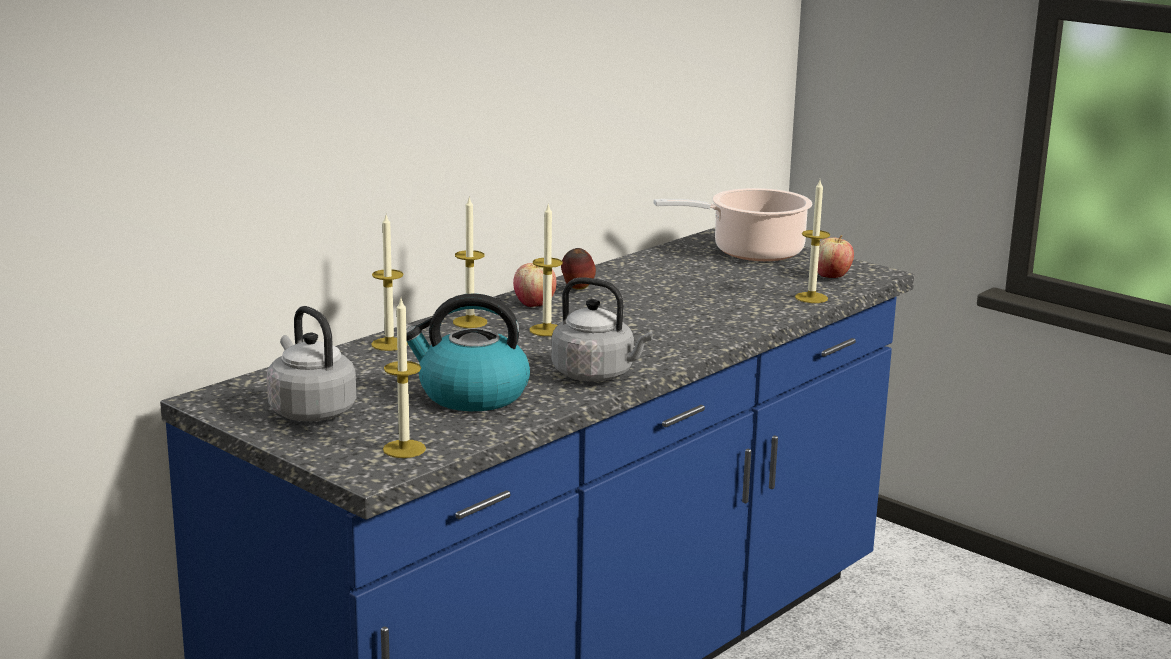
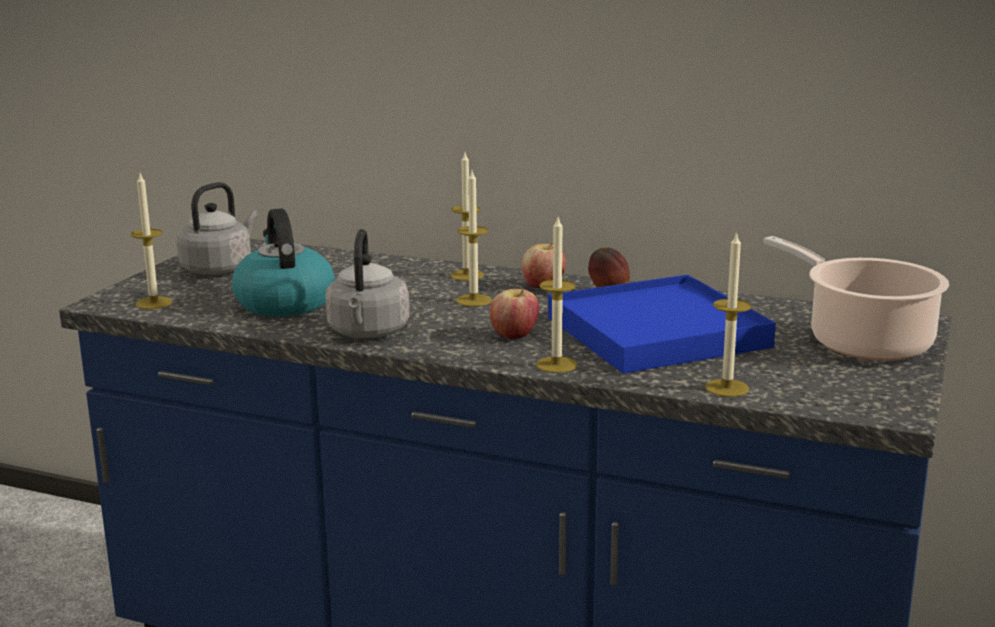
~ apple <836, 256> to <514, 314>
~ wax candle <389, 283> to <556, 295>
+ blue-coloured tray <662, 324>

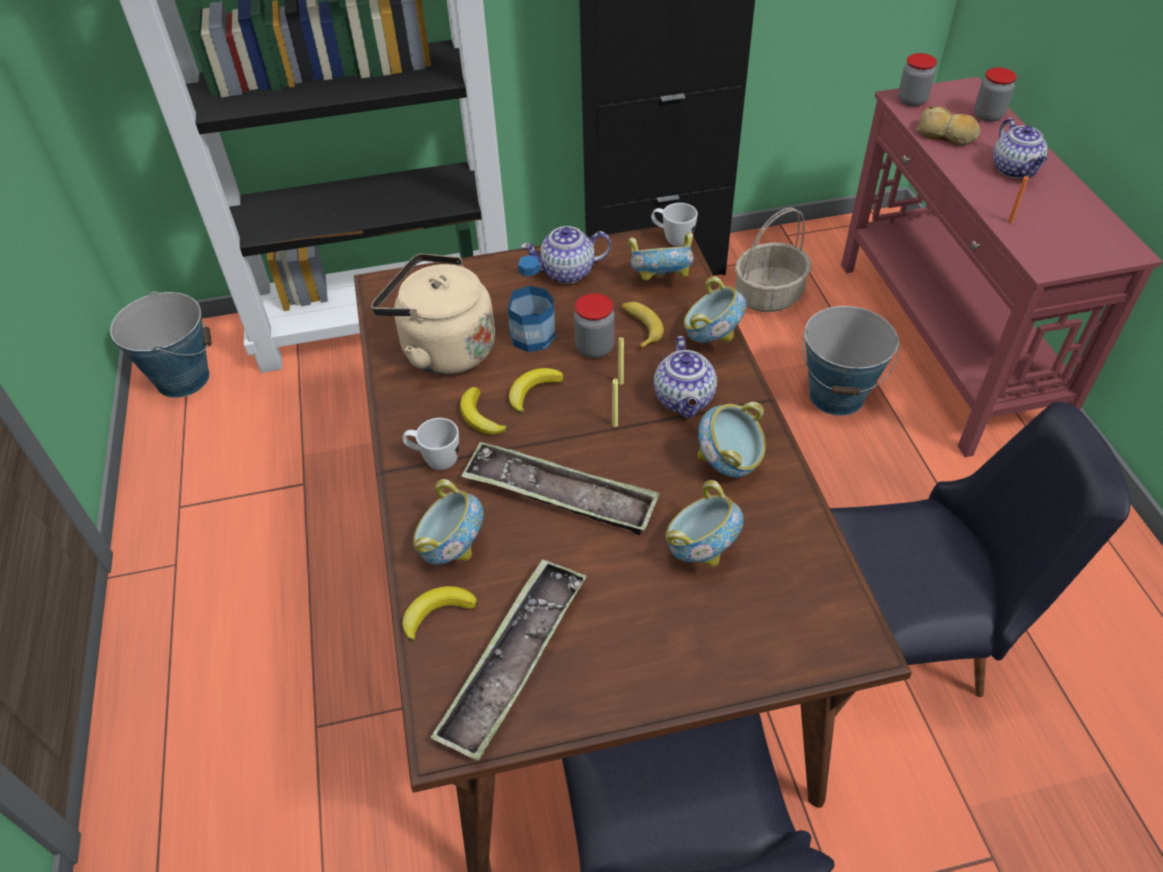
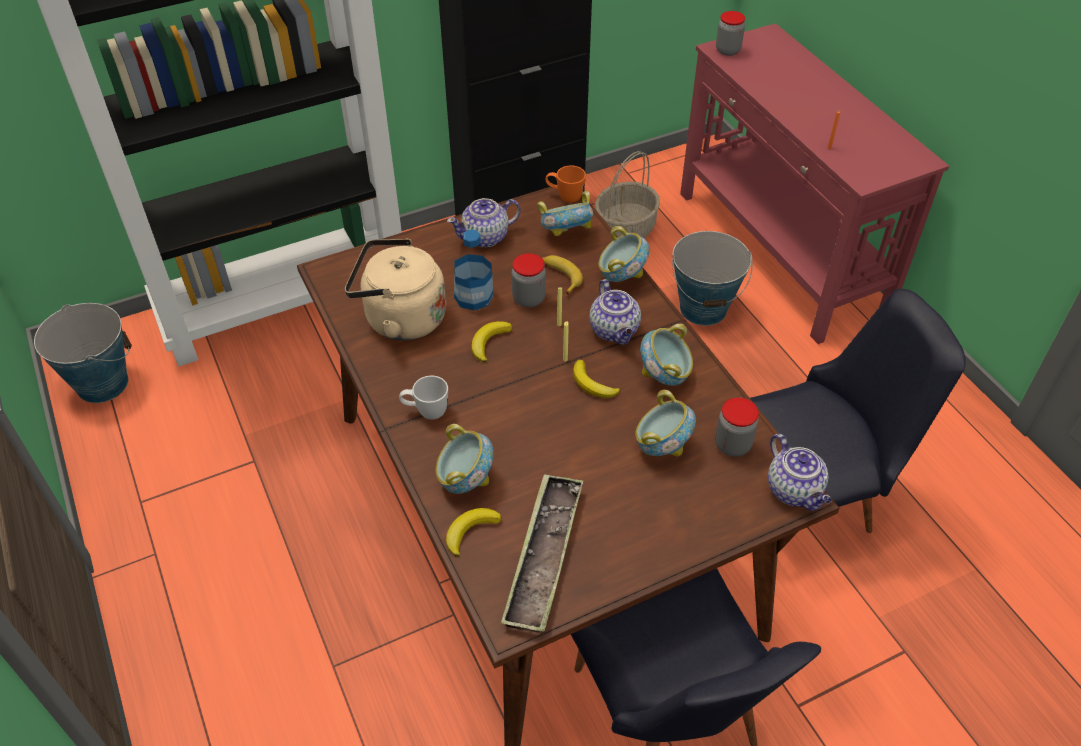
~ whitish coffee mug <674, 224> to orangey coffee mug <565, 184>
~ banana fruit <484, 411> to <596, 379>
~ jar <995, 94> to <737, 427>
~ tea pot <1020, 148> to <799, 472>
- tray <560, 488>
- baked bread <948, 126>

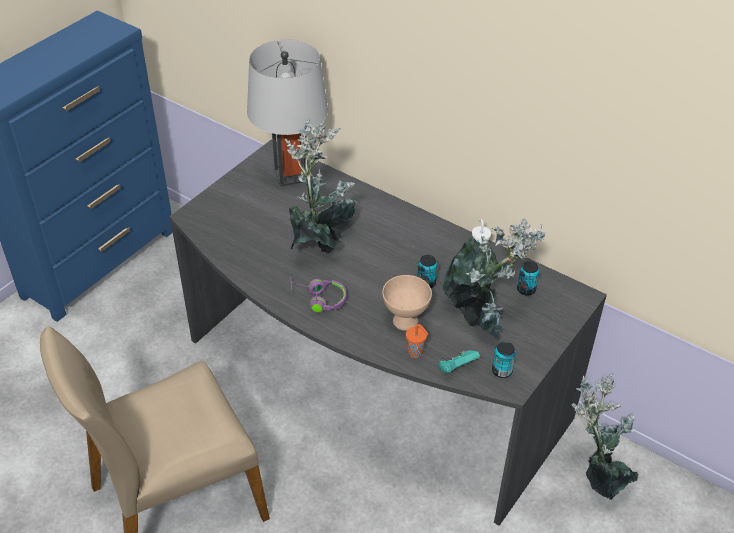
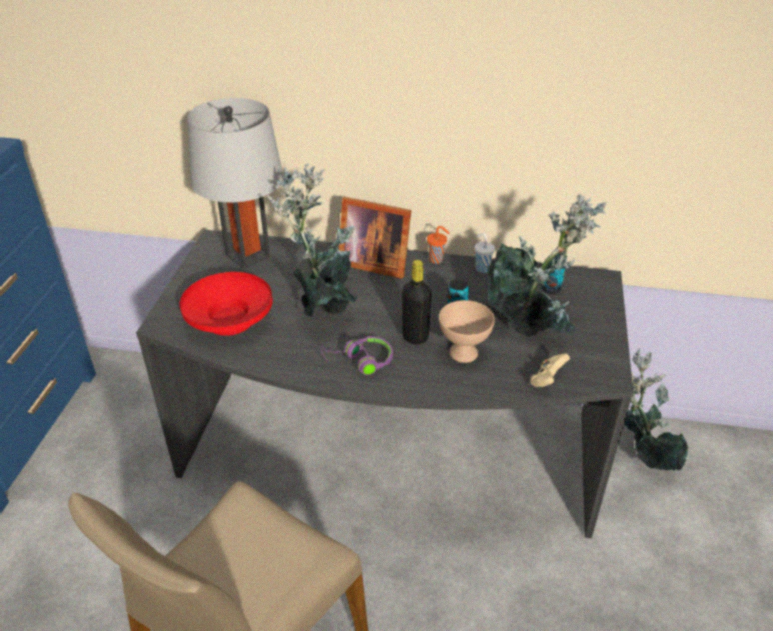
+ red deep dish <226, 304>
+ photo frame <375, 238>
+ black beverage bottle <417, 302>
~ orangey cup <417, 341> to <438, 245>
~ blue-green joypad <459, 361> to beige joypad <550, 370>
- sealed can <504, 360>

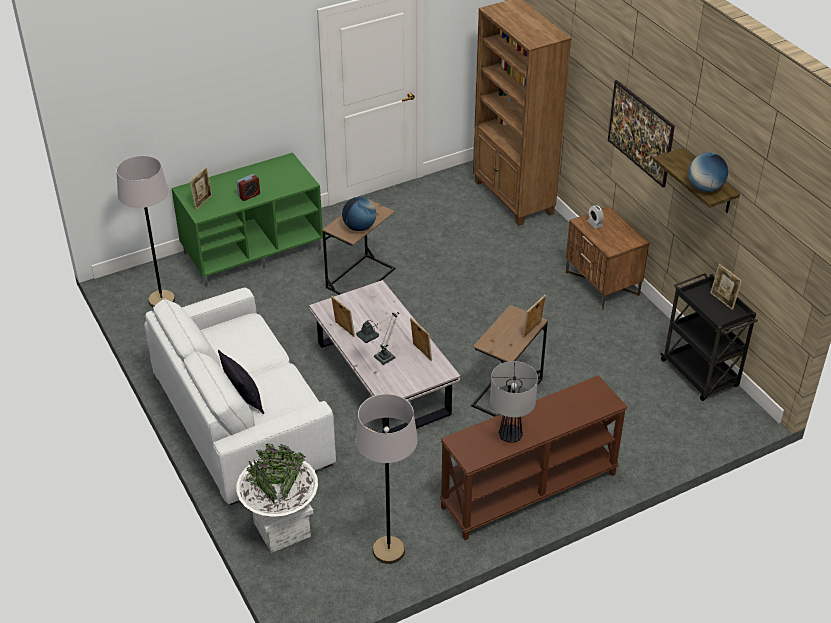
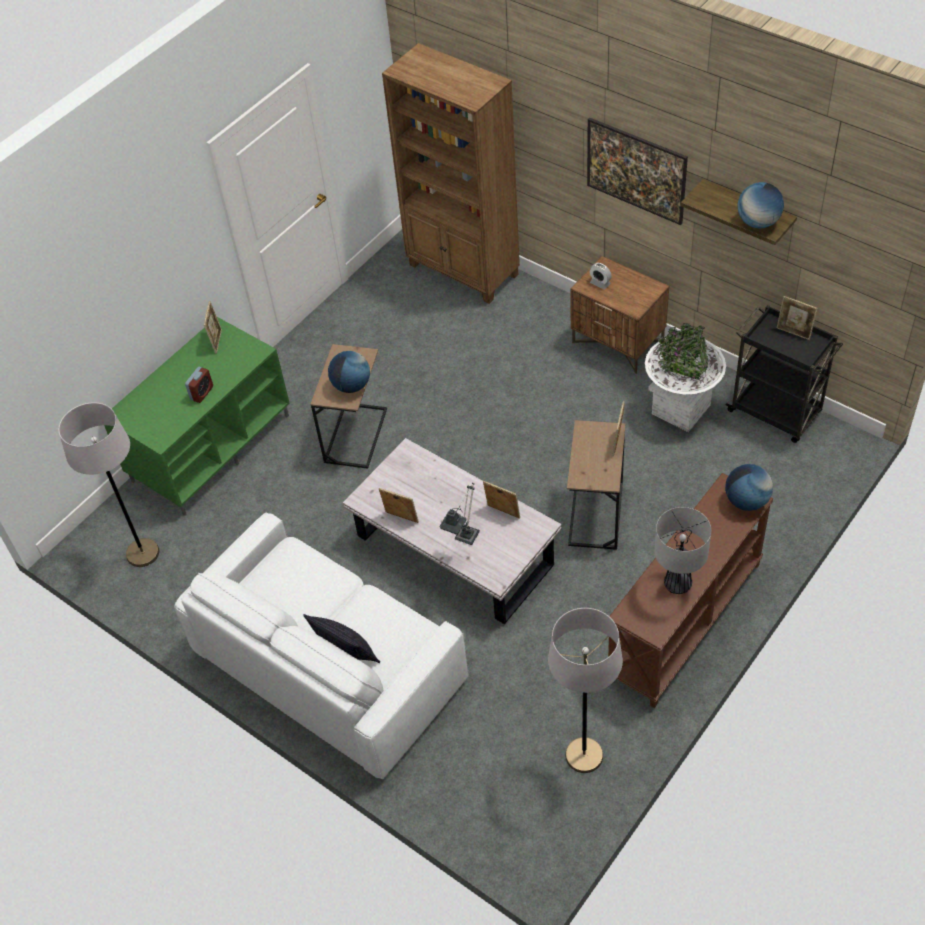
~ photo frame <201, 188> to <213, 327>
~ whitish planter <277, 498> to <685, 377>
+ globe <749, 487>

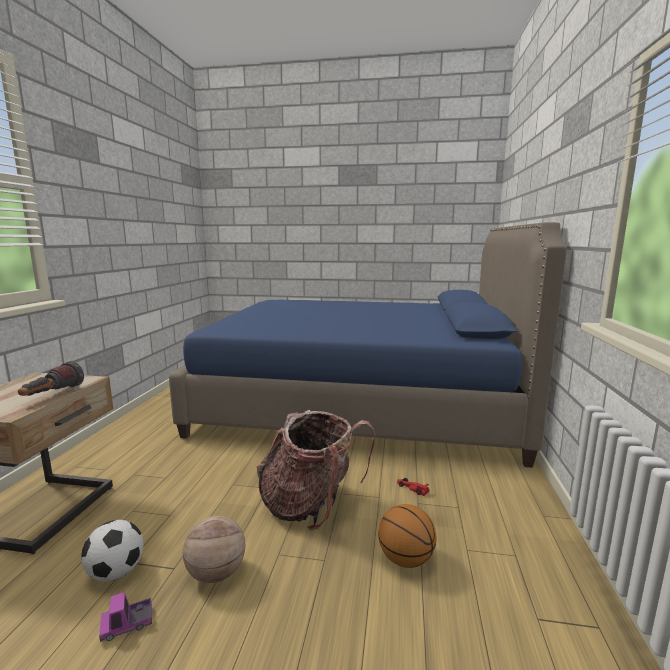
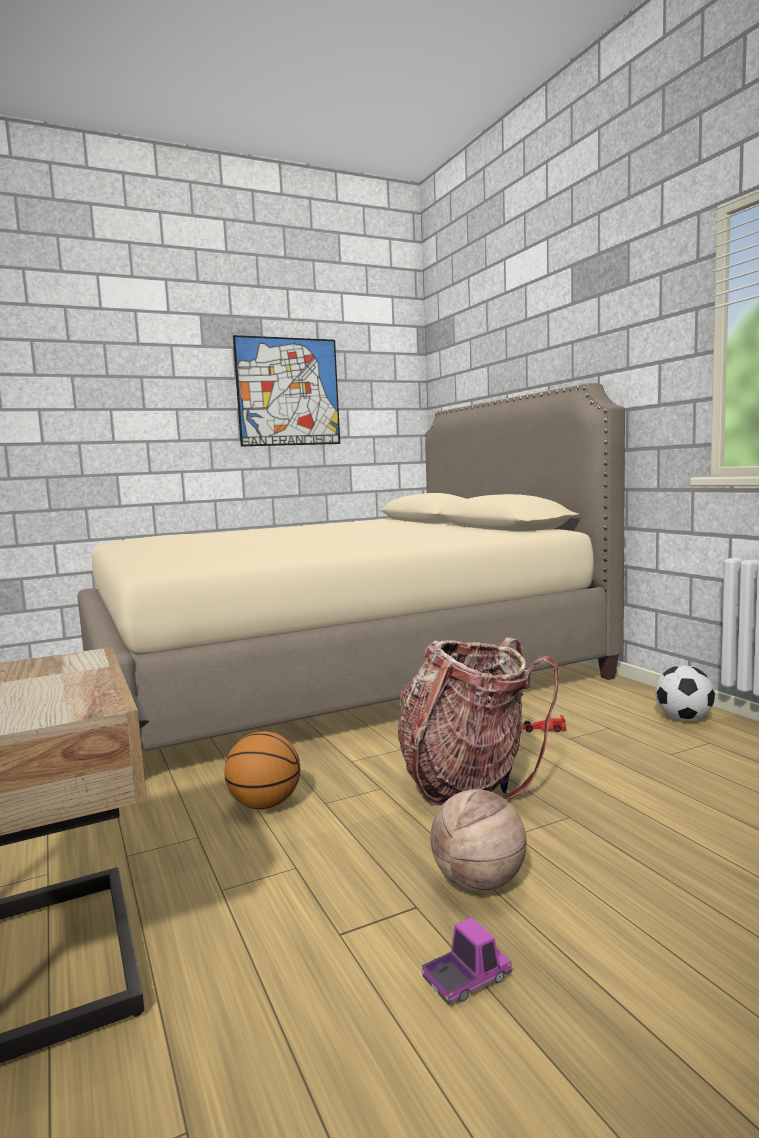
~ blue-coloured bed <368, 345> to beige bed <351, 567>
~ basketball ball <407, 536> to <262, 770>
+ picture <286, 390>
~ model truck <125, 617> = <467, 961> 150 degrees counterclockwise
~ ball for football <112, 551> to <685, 693>
- torch <51, 378>

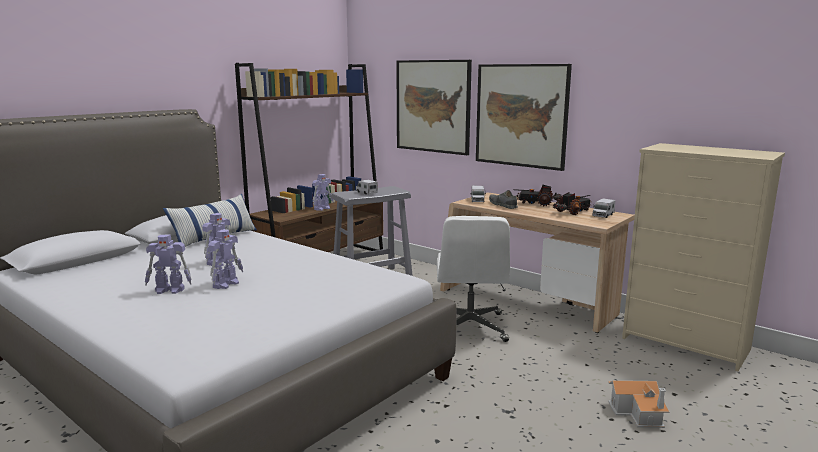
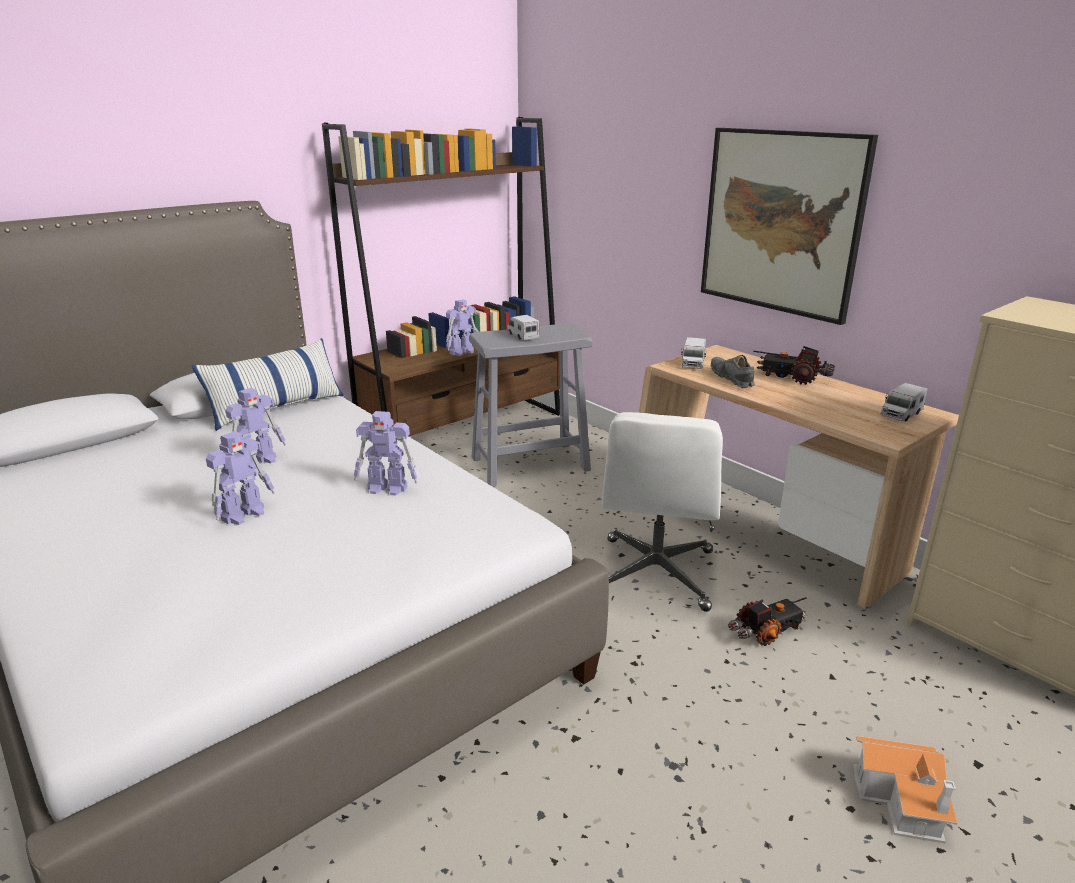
~ robot figure <168, 264> to <386, 453>
~ model truck <572, 203> to <767, 621>
- picture <434, 107>

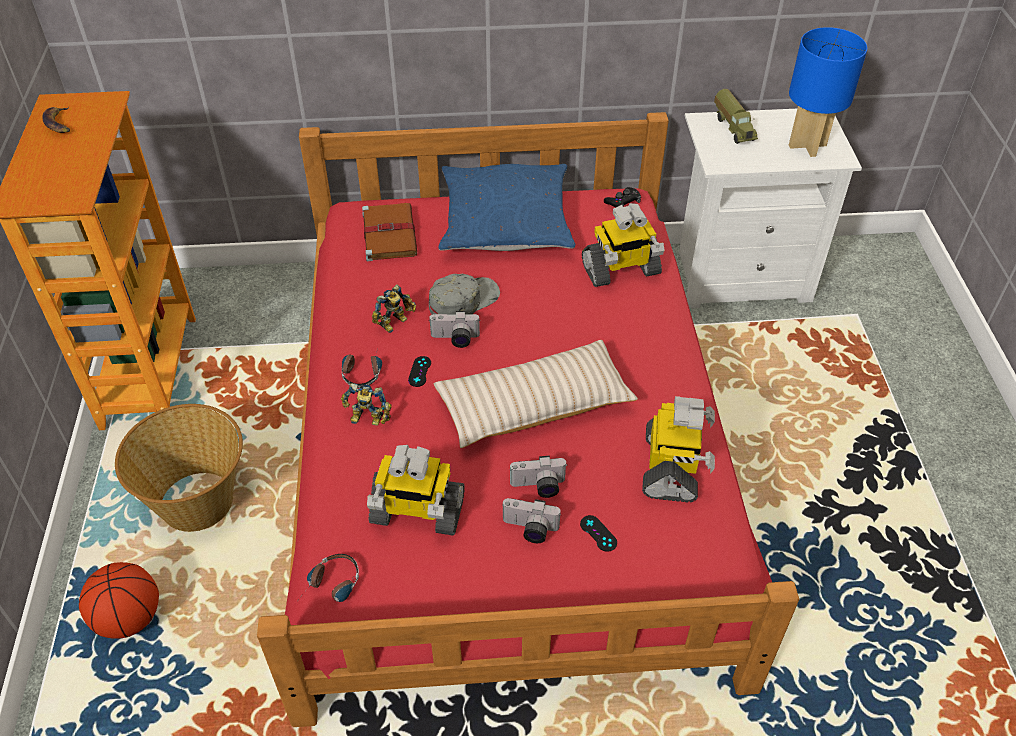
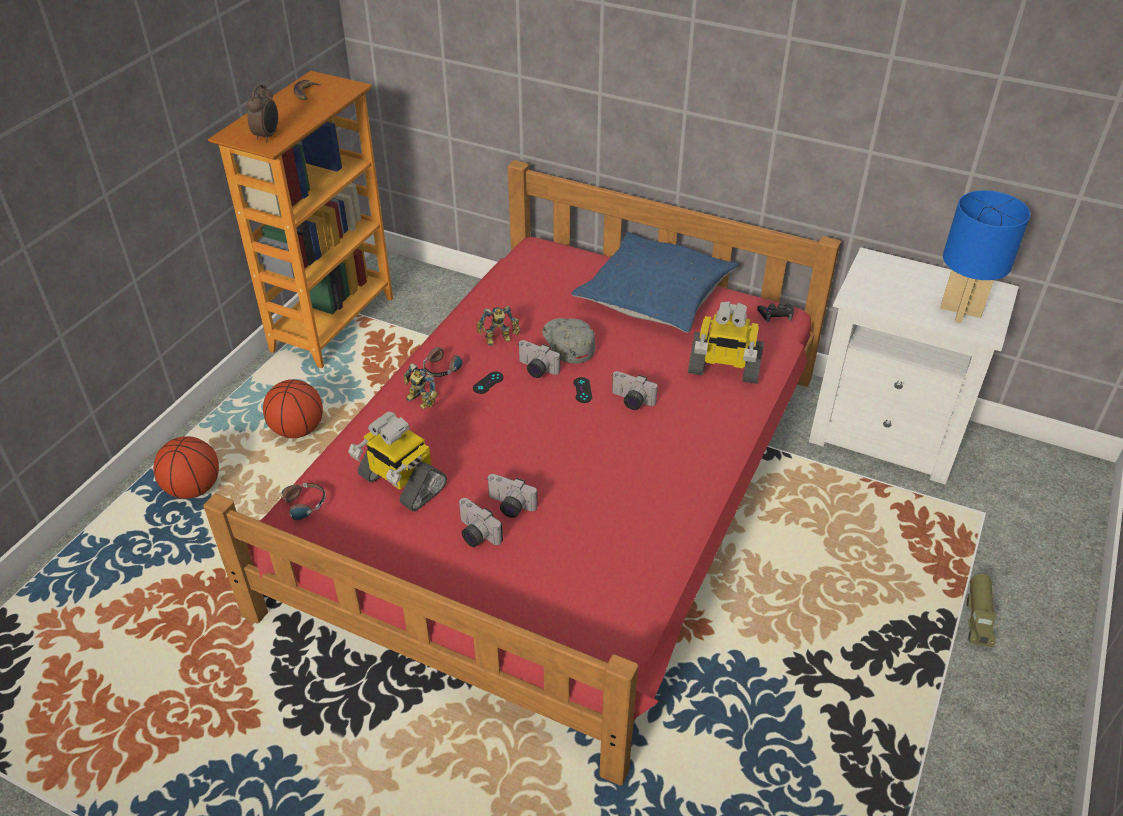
+ alarm clock <262, 113>
~ storage basket <179, 468> to basketball ball <293, 409>
~ gray peaked cap <464, 294> = <568, 341> 105 degrees counterclockwise
~ black joypad <598, 533> to <582, 390>
+ still camera <635, 390>
~ model truck <736, 116> to <982, 610>
- brown volume <389, 232>
- beige throw pillow <536, 394>
- robot figure <678, 449>

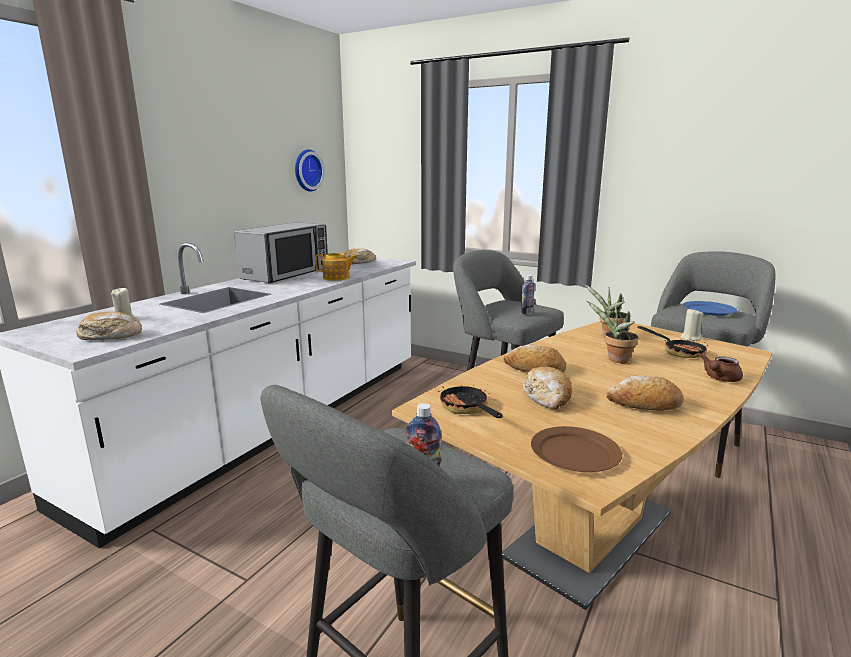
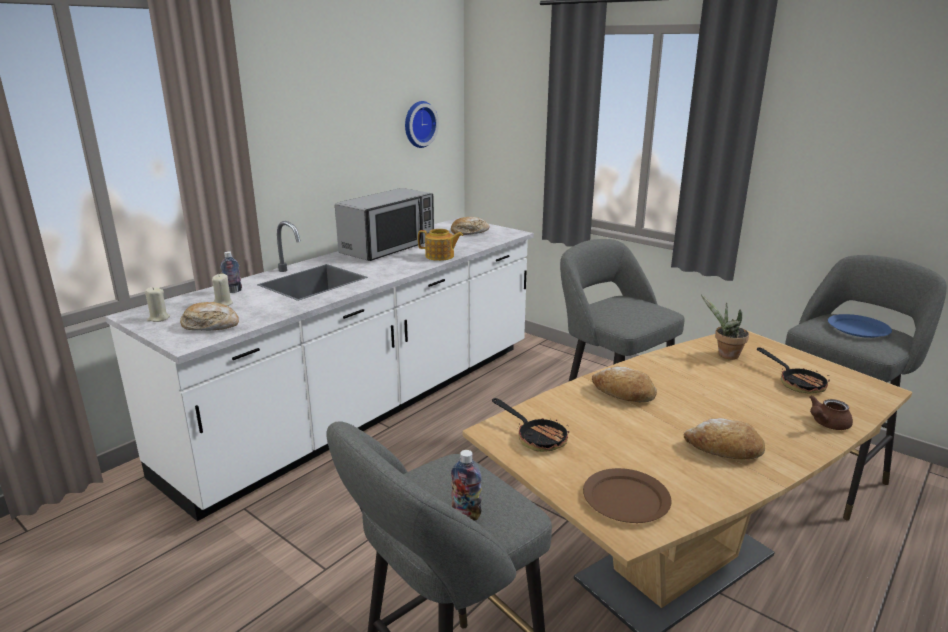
~ beige wax candle <692, 324> to <157, 304>
~ beverage bottle <528, 295> to <231, 272>
~ frying pan <470, 401> = <530, 425> 150 degrees clockwise
- baked bread <547, 387>
- houseplant <612, 332>

